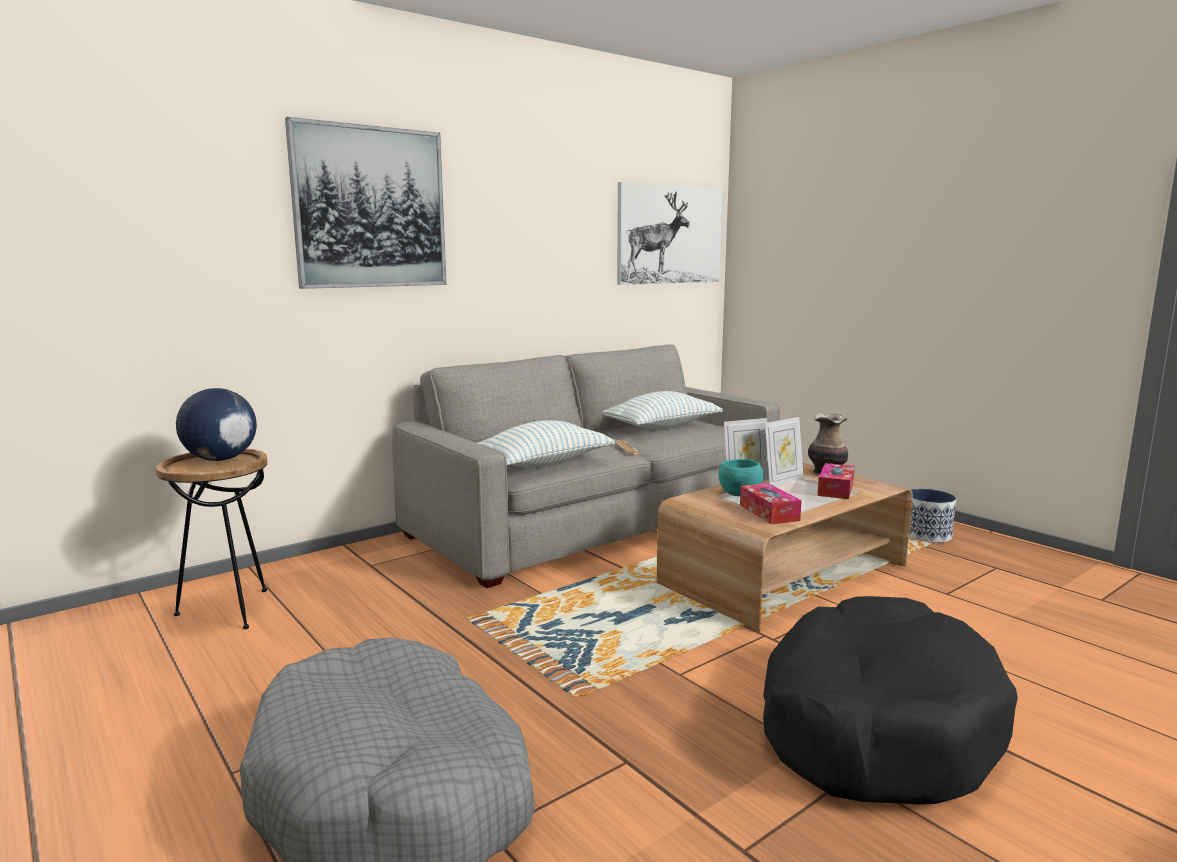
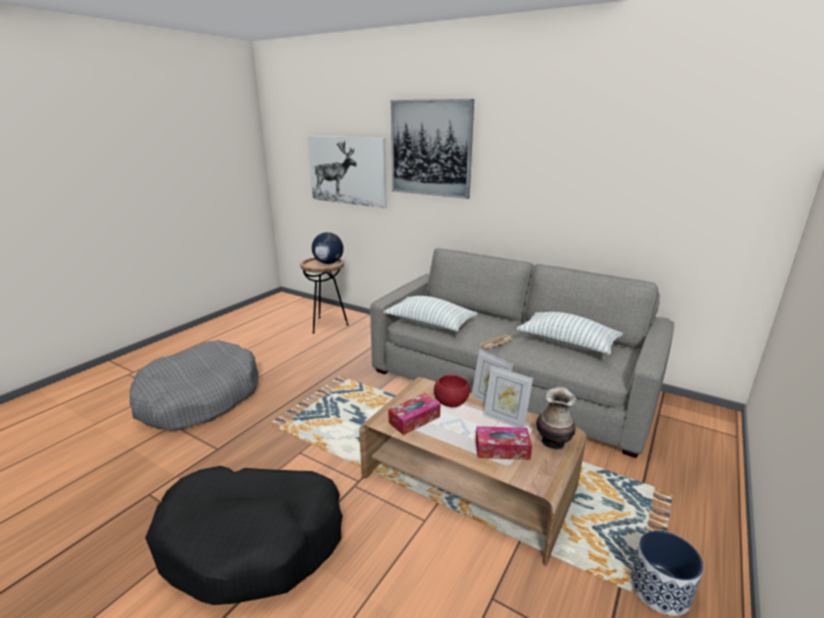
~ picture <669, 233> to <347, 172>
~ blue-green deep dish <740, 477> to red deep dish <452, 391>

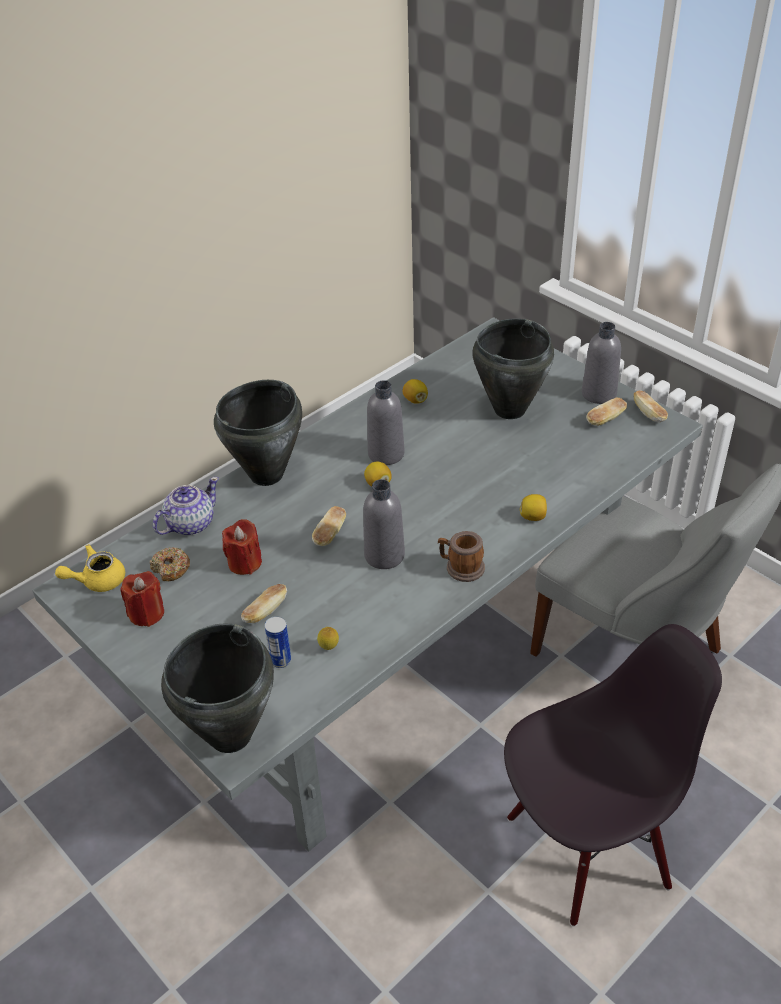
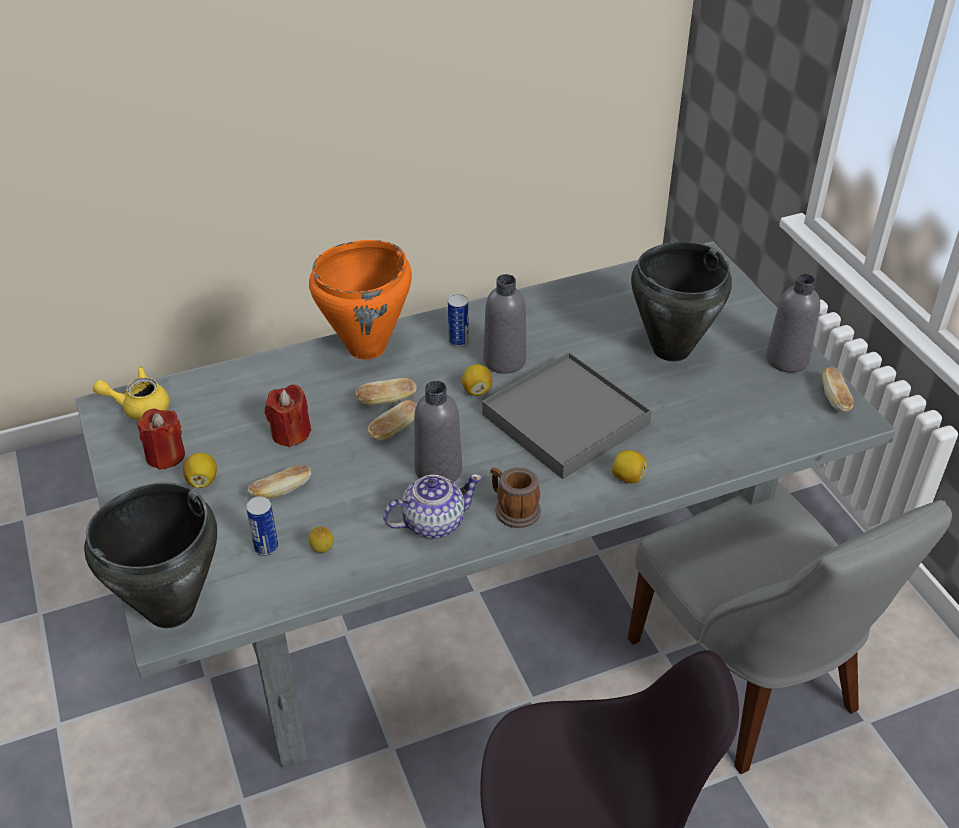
~ citrus fruit <415, 391> to <200, 470>
~ black saucepot <258, 433> to orangey saucepot <360, 299>
~ baked bread <606, 411> to <386, 391>
~ tea pot <186, 506> to <432, 506>
+ sealed can <458, 321>
+ gray tray <567, 415>
- donut <170, 564>

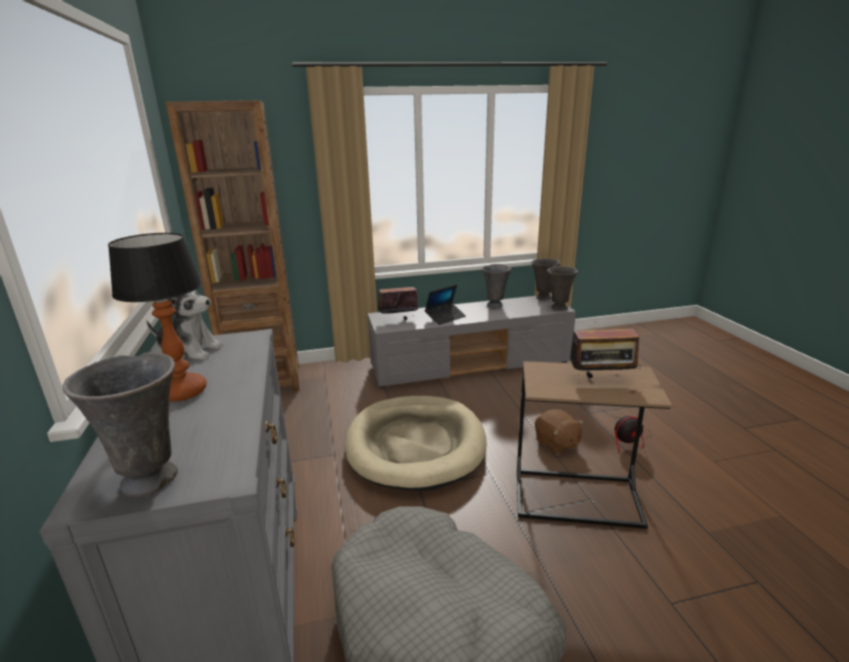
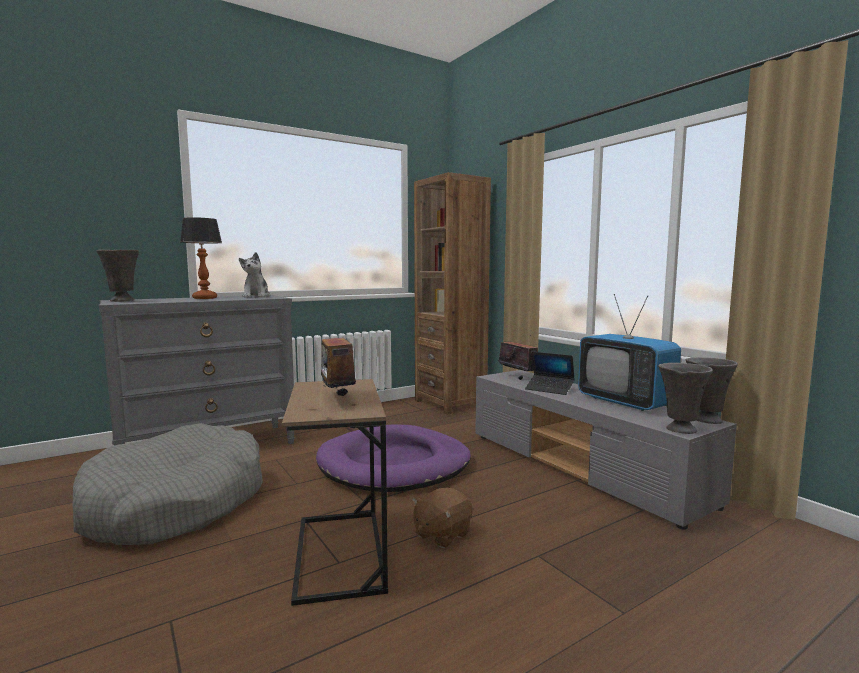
~ beige dog bed <416, 443> to purple dog bed <393, 458>
~ gray decorative vase <496, 286> to television <629, 352>
- electric fan <628, 432>

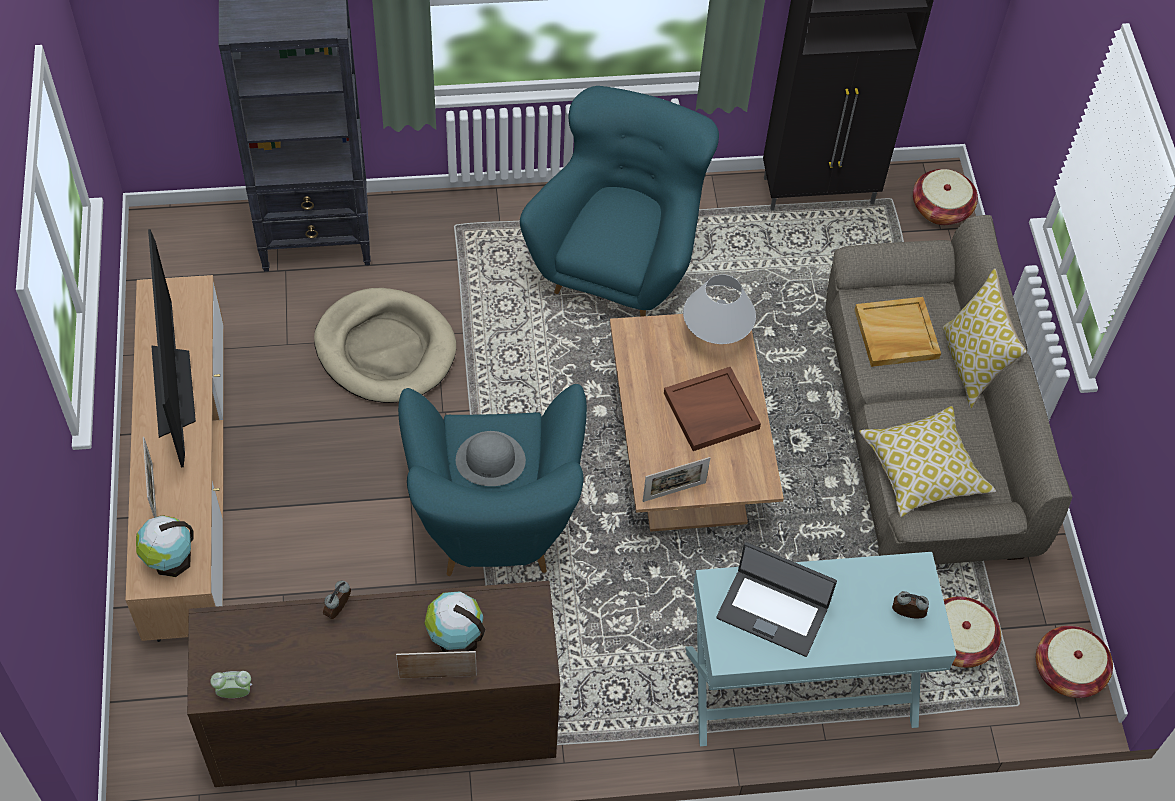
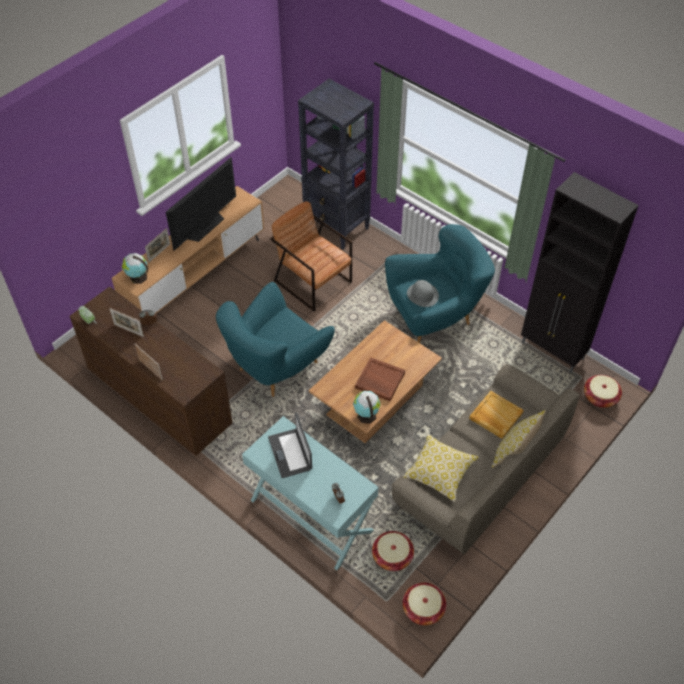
~ photo frame <676, 479> to <126, 322>
~ beige dog bed <385, 345> to brown lounge chair <311, 256>
~ globe <455, 621> to <367, 407>
~ gray clothing hat <491, 458> to <423, 293>
- whitish lamp for a table <719, 309>

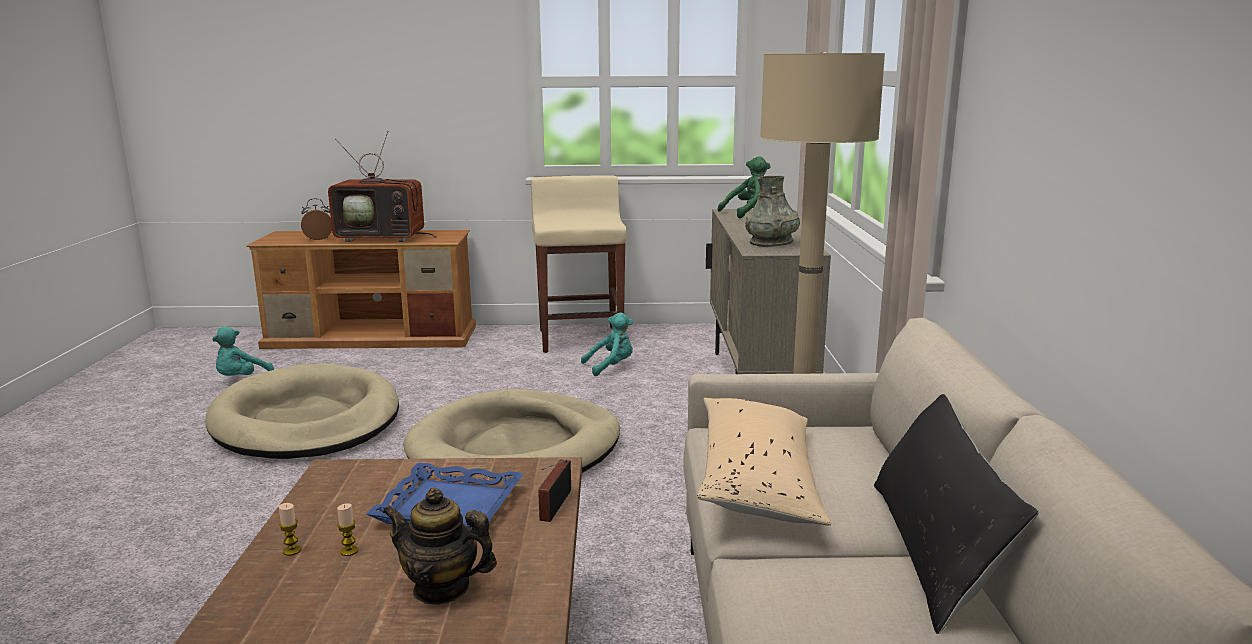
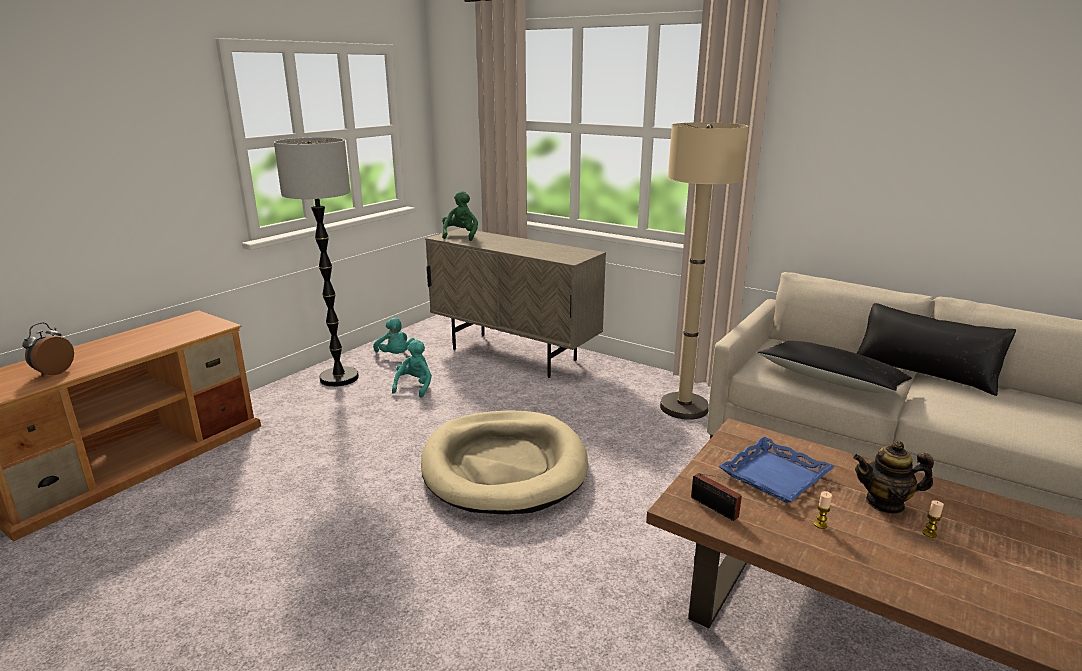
~ beige stool <578, 264> to standard lamp <316, 262>
~ blue-green plush toy <243, 351> to <394, 336>
~ radio receiver <554, 491> to <720, 497>
~ beige throw pillow <764, 461> to black throw pillow <834, 367>
~ tea pot <439, 546> = <893, 477> 45 degrees clockwise
~ wax candle <290, 529> to <933, 519>
- beige dog bed <302, 411>
- television <382, 186>
- gray decorative vase <772, 211>

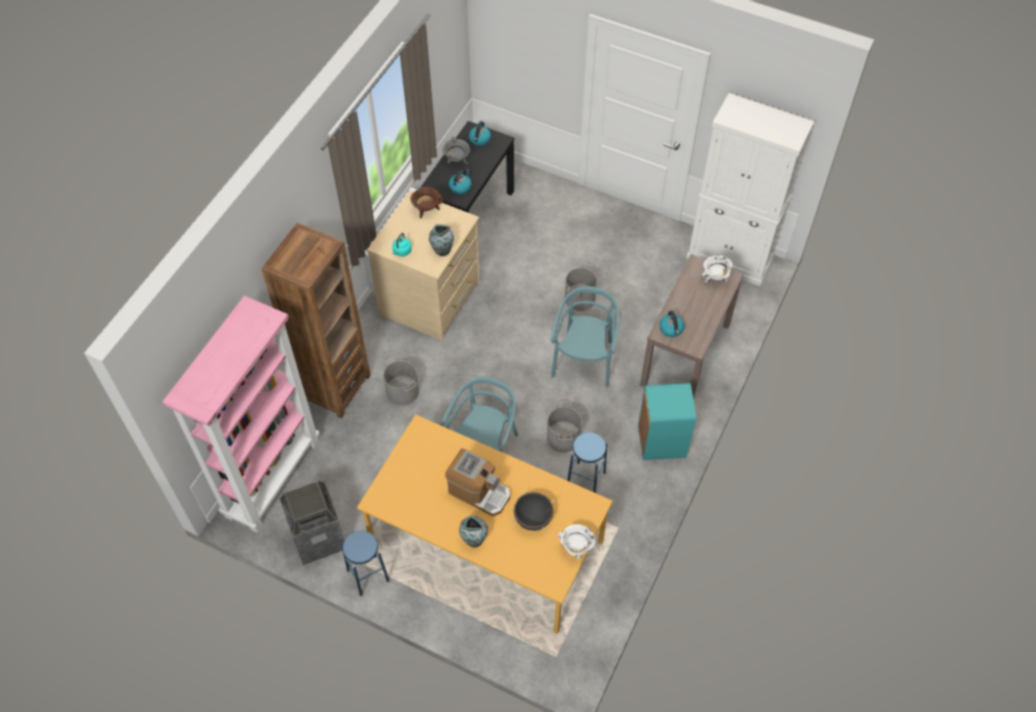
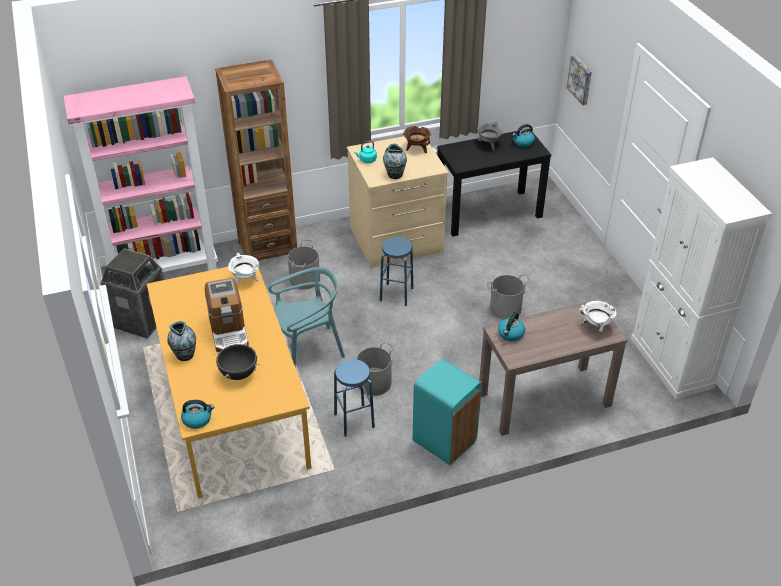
~ kettle <460, 181> to <197, 414>
~ whitish saucepot <576, 541> to <243, 267>
~ blue-coloured stool <365, 563> to <396, 271>
+ picture <579, 80>
- blue-green plain chair <585, 337>

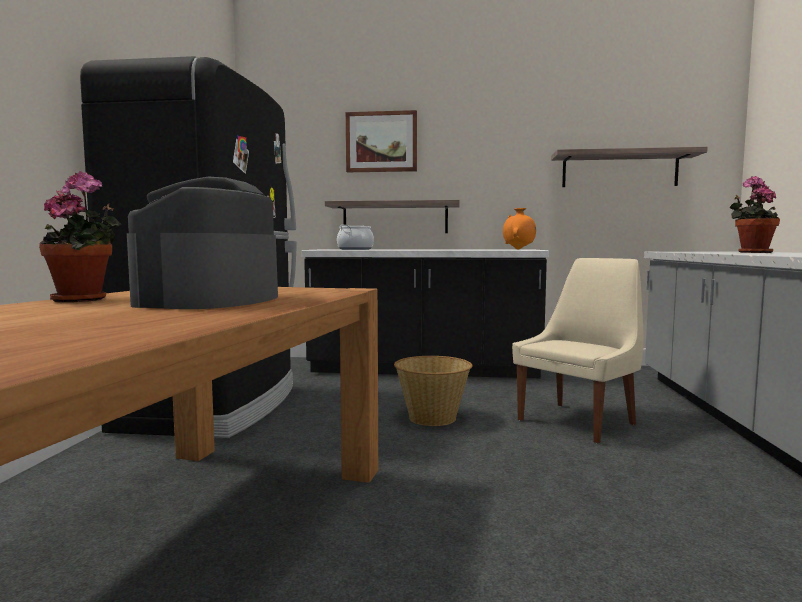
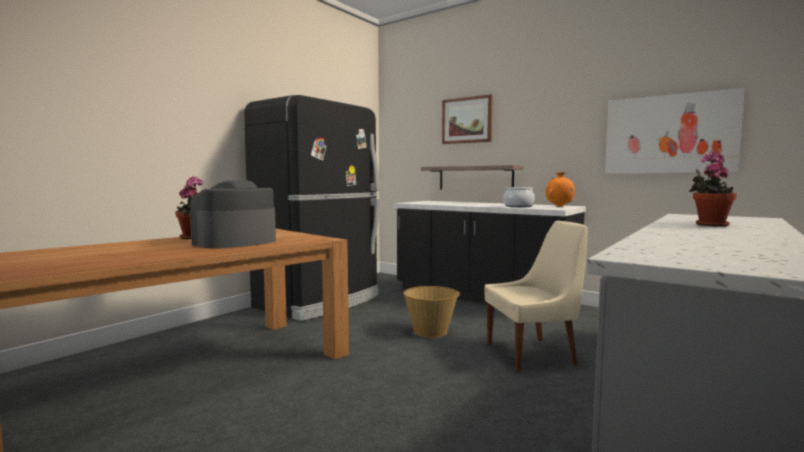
~ saucepot <355, 237> to <519, 197>
~ bracket shelf <629, 167> to picture <675, 130>

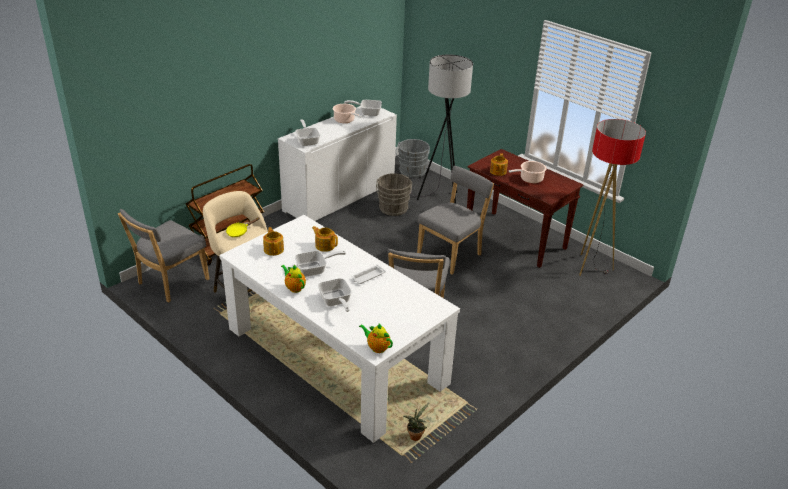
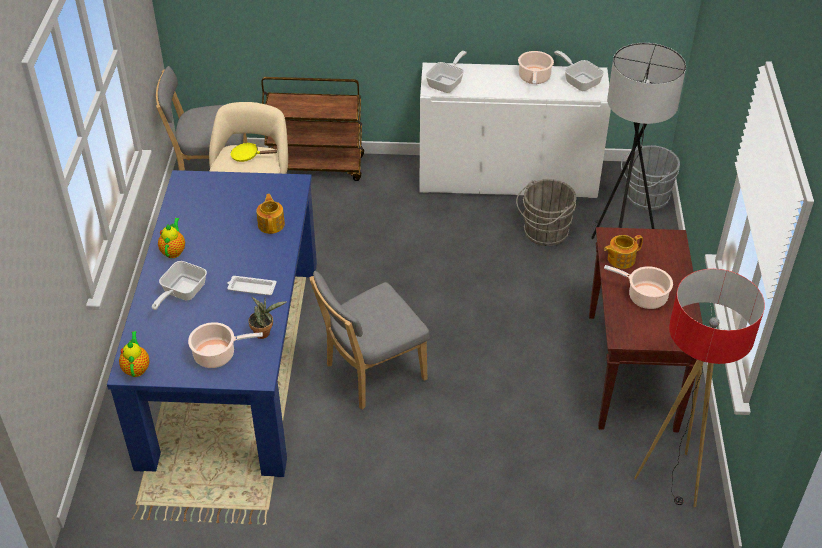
~ whitish kitchen table <339, 329> to blue-coloured kitchen table <212, 323>
+ saucepot <225, 345>
~ houseplant <417, 421> to <267, 317>
- tea pot <273, 241>
- frying pan <320, 264>
- gray plain chair <455, 220>

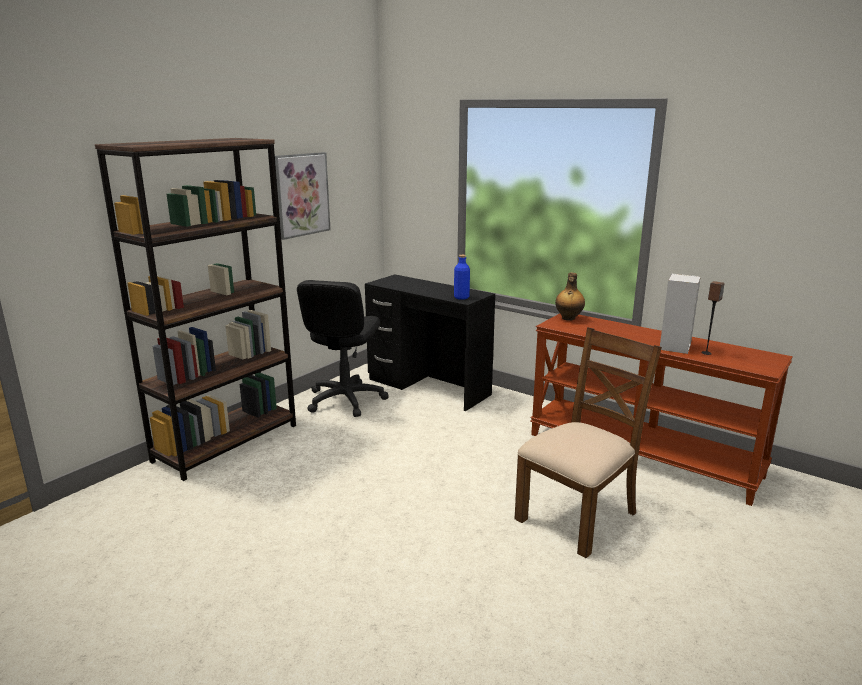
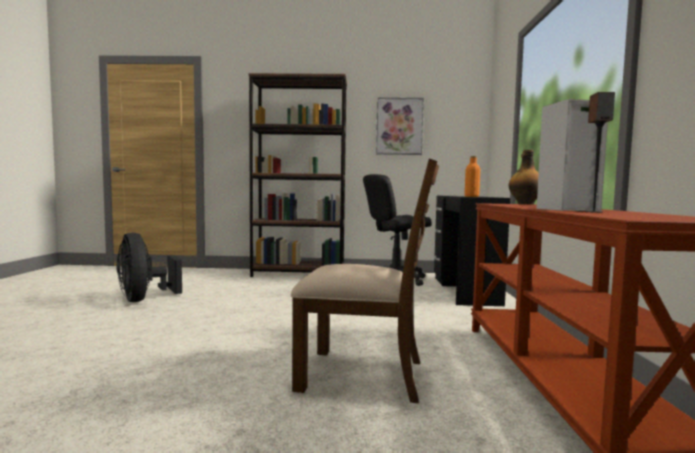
+ black electric fan <149, 267>
~ blue-coloured beverage bottle <462, 277> to orangey beverage bottle <472, 176>

